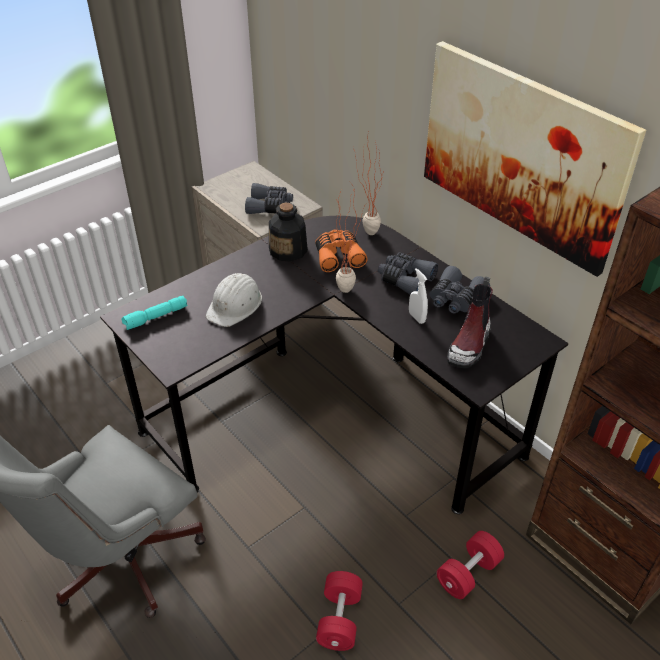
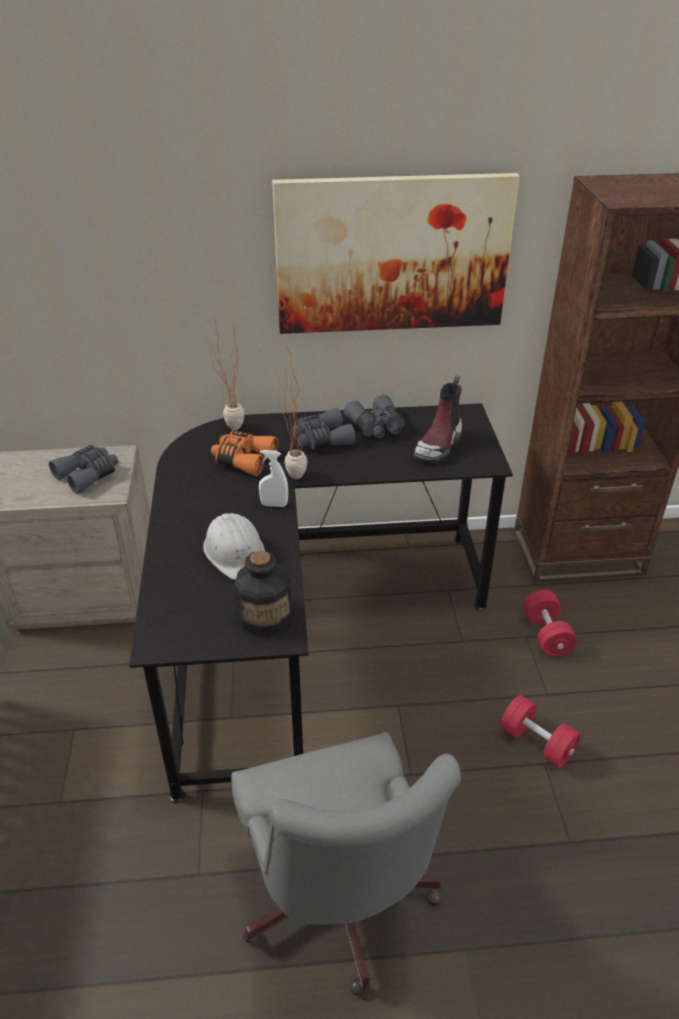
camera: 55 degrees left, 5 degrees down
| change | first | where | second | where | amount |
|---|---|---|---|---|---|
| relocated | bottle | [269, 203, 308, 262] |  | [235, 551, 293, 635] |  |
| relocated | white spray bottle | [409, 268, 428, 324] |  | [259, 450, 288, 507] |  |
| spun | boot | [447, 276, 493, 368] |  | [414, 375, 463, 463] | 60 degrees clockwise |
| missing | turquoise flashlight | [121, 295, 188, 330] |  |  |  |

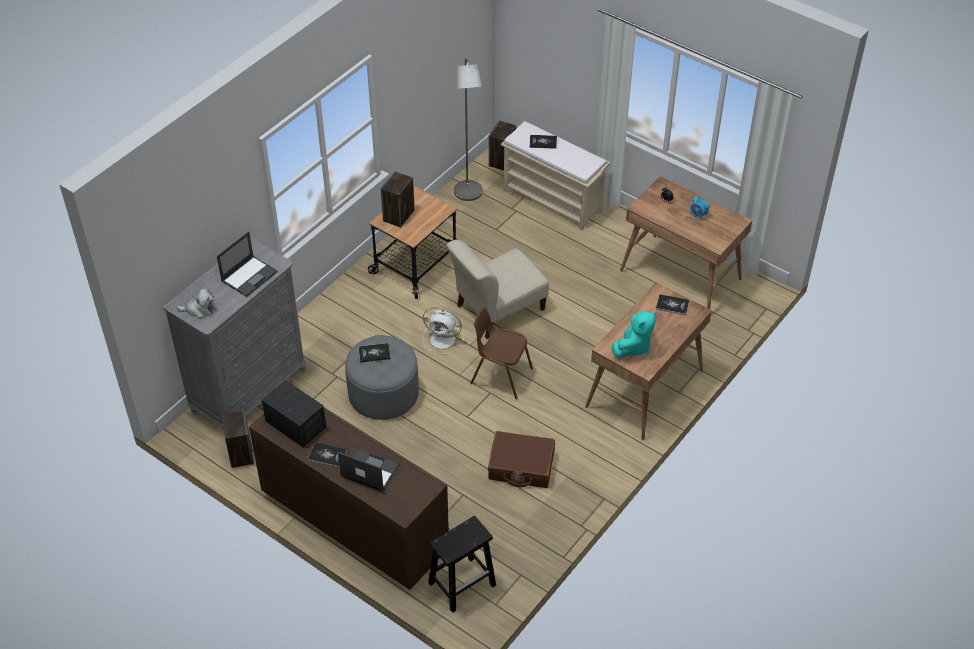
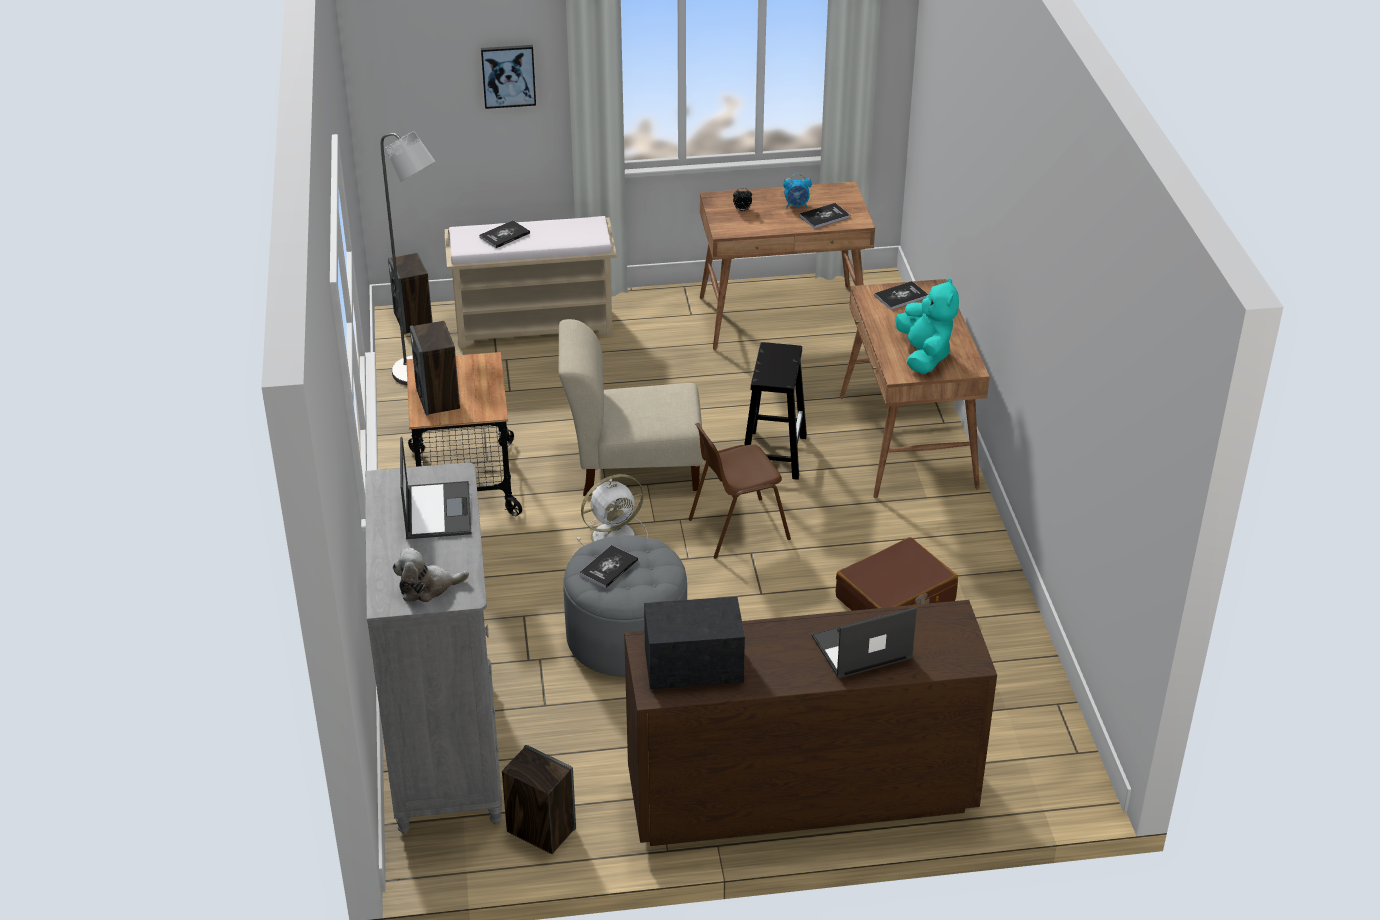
camera: 45 degrees left, 10 degrees down
| change | first | where | second | where | amount |
|---|---|---|---|---|---|
| spun | beige chair | [447, 240, 549, 339] |  | [559, 319, 703, 496] | 75 degrees clockwise |
| spun | plush toy | [176, 288, 214, 319] |  | [392, 548, 469, 602] | 150 degrees counterclockwise |
| relocated | book | [308, 443, 347, 468] |  | [799, 203, 850, 229] |  |
| relocated | black stool | [428, 516, 496, 613] |  | [744, 342, 807, 480] |  |
| appeared |  |  | picture | [481, 45, 536, 109] |  |

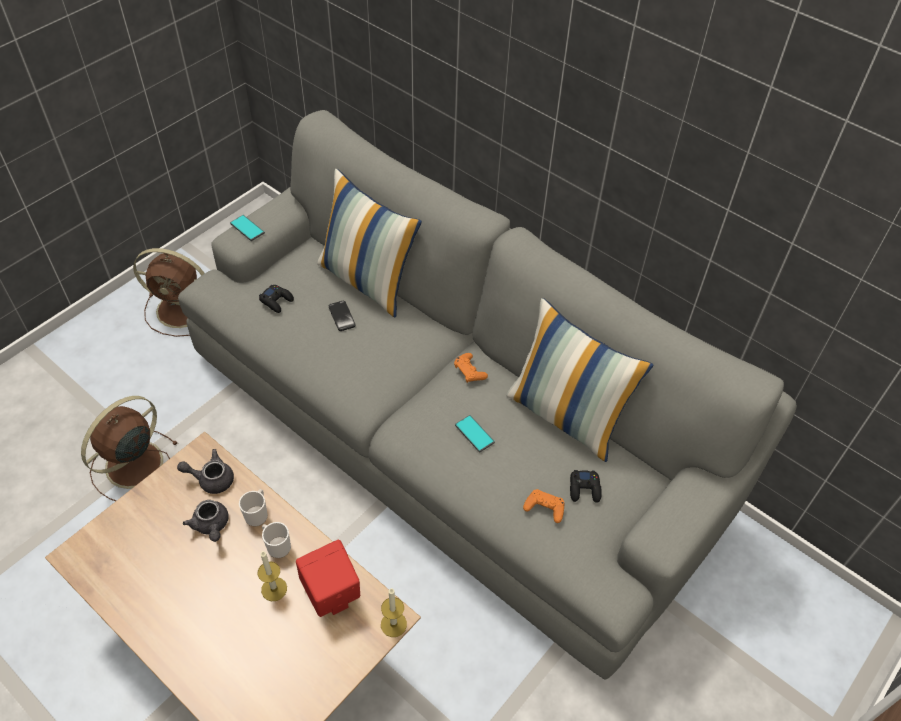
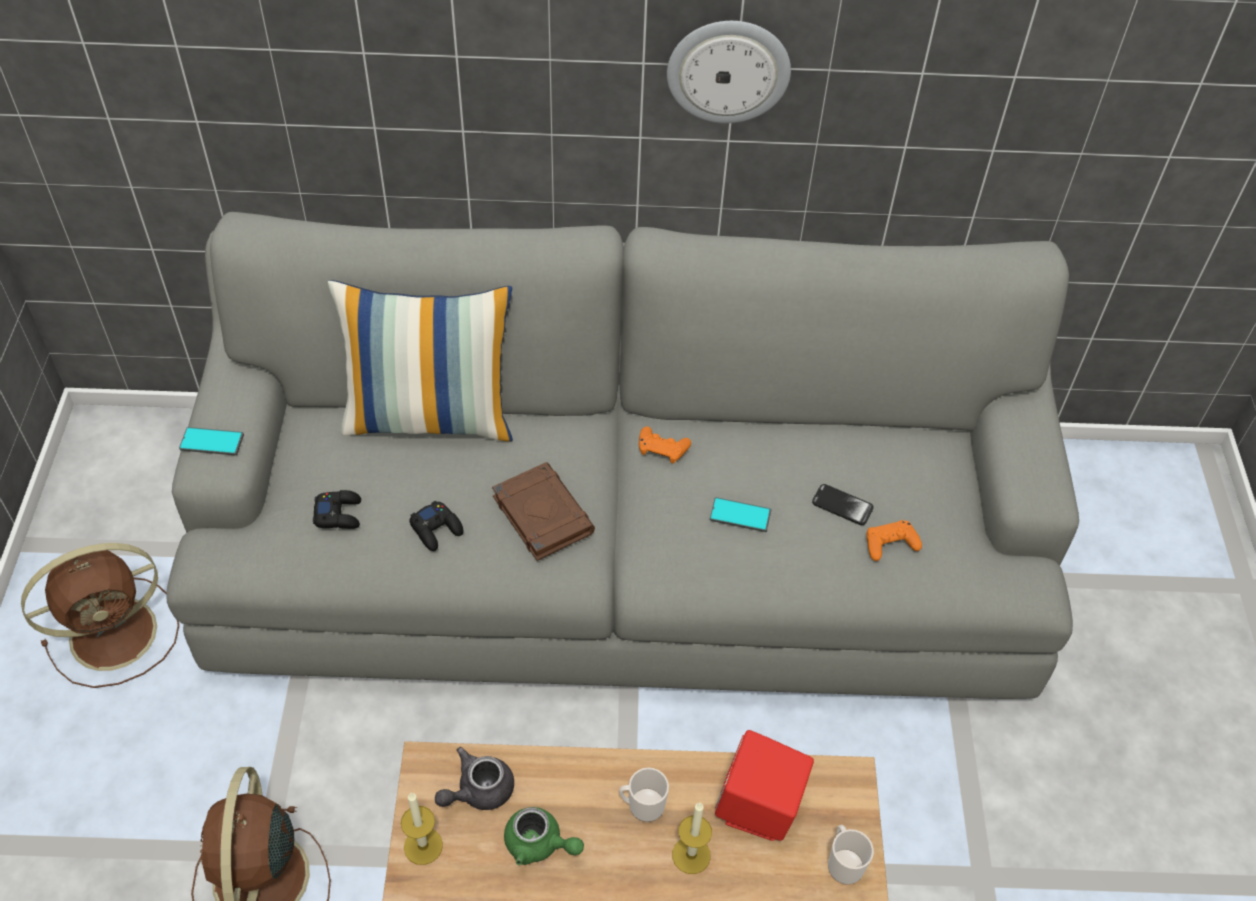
camera: 40 degrees left, 0 degrees up
| change | first | where | second | where | amount |
|---|---|---|---|---|---|
| missing | pillow | [506, 298, 654, 462] |  |  |  |
| relocated | phone | [329, 301, 356, 331] |  | [812, 484, 874, 525] |  |
| relocated | black game controller | [570, 470, 602, 503] |  | [410, 500, 463, 551] |  |
| relocated | mug | [239, 489, 268, 526] |  | [828, 825, 874, 885] |  |
| colour | grey teapot | [183, 500, 229, 542] | green teapot | [504, 807, 584, 865] |  |
| relocated | candle | [381, 588, 407, 637] |  | [401, 793, 443, 865] |  |
| appeared |  |  | wall clock | [667, 21, 791, 123] |  |
| appeared |  |  | brown book | [492, 462, 595, 561] |  |

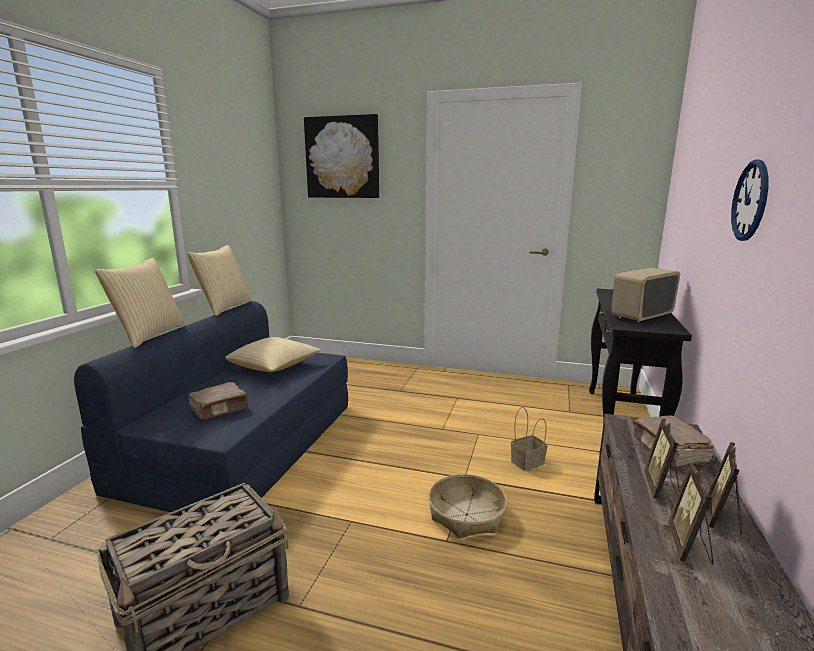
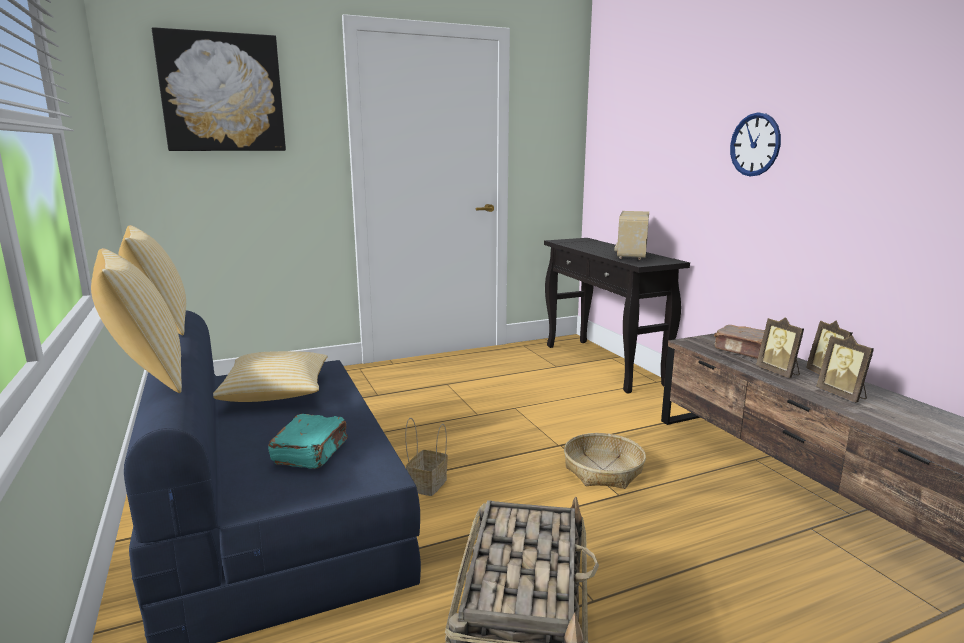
camera: 40 degrees left, 0 degrees up
| change | first | where | second | where | amount |
|---|---|---|---|---|---|
| colour | brown book | [188, 382, 249, 419] | turquoise book | [268, 414, 348, 469] |  |
| relocated | basket | [511, 407, 548, 471] |  | [405, 418, 448, 496] |  |

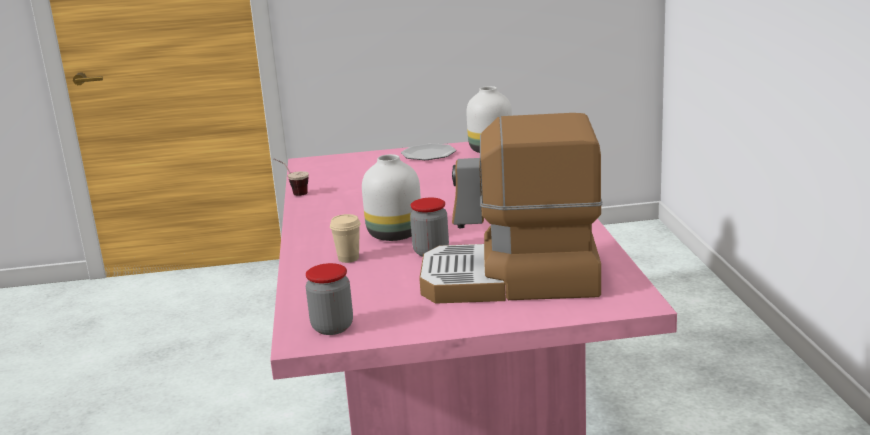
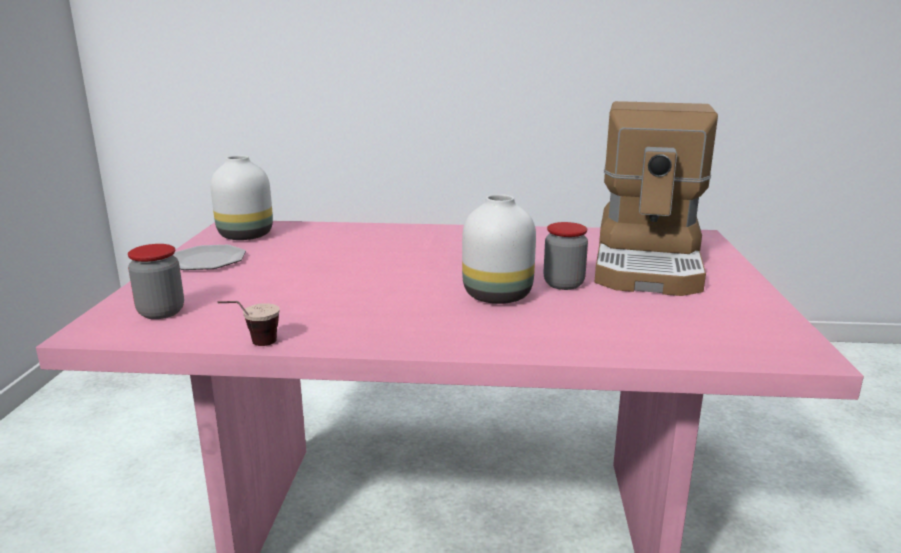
camera: 80 degrees left, 0 degrees up
| change | first | where | second | where | amount |
|---|---|---|---|---|---|
| missing | beige cup | [330, 214, 361, 263] |  |  |  |
| relocated | jar | [306, 263, 353, 335] |  | [128, 244, 184, 319] |  |

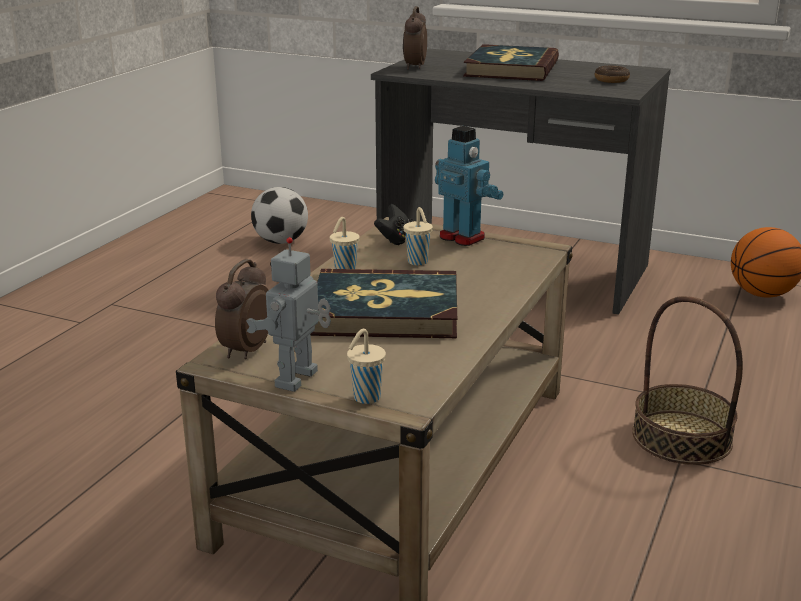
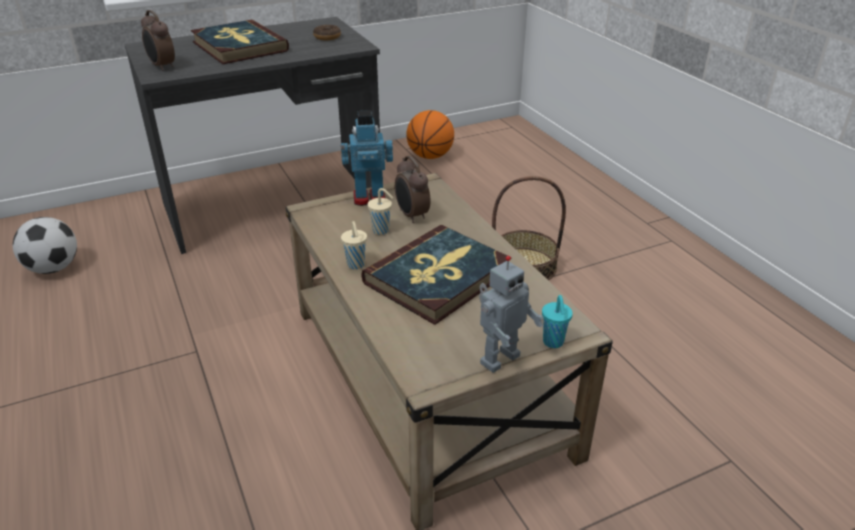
camera: 50 degrees left, 10 degrees up
| change | first | where | second | where | amount |
|---|---|---|---|---|---|
| missing | black game controller | [374, 204, 414, 245] |  |  |  |
| spun | toy robot | [246, 237, 331, 392] |  | [479, 256, 544, 373] | 105 degrees counterclockwise |
| relocated | alarm clock | [215, 259, 269, 359] |  | [395, 156, 431, 223] |  |
| colour | beige cup | [347, 329, 386, 404] | turquoise cup | [542, 295, 573, 348] |  |

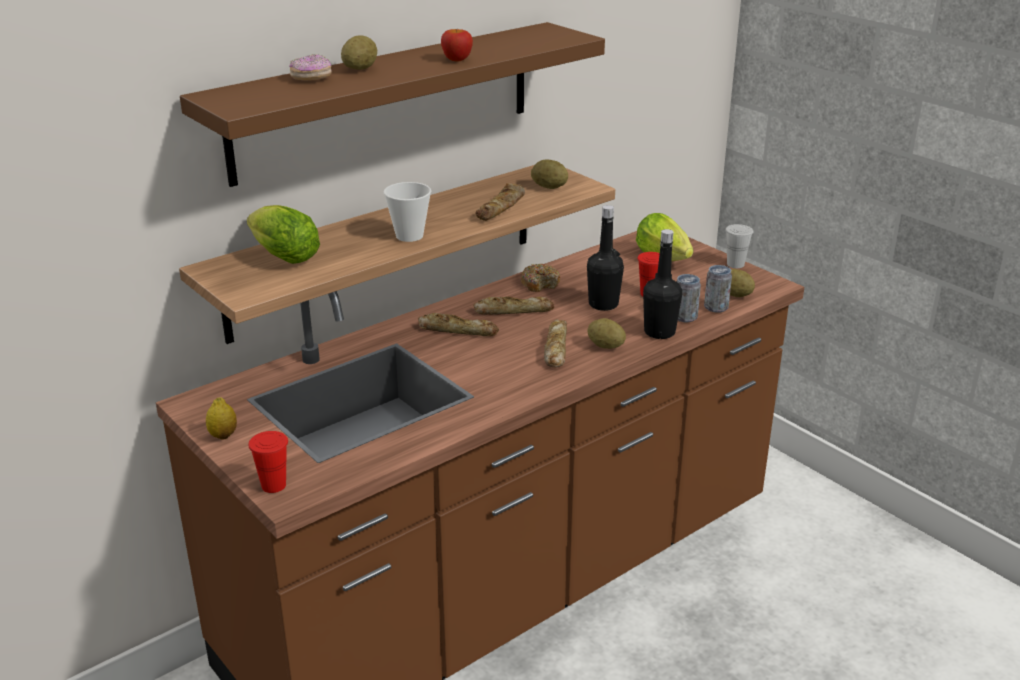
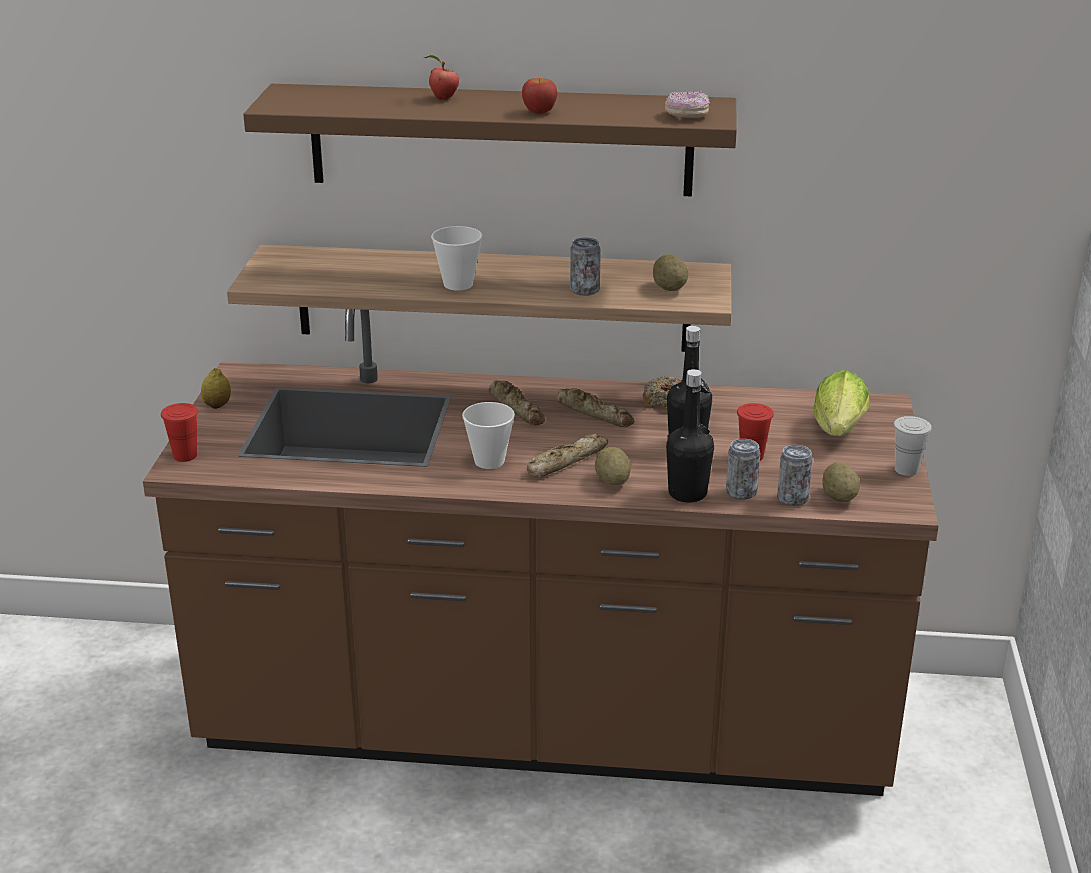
camera: 45 degrees right, 0 degrees up
| change | first | where | second | where | amount |
|---|---|---|---|---|---|
| exchanged | potato | [341, 35, 377, 70] | apple | [424, 55, 459, 100] |  |
| relocated | donut | [289, 54, 332, 81] |  | [665, 91, 710, 118] |  |
| exchanged | bread | [475, 183, 525, 221] | can | [570, 237, 601, 296] |  |
| missing | lettuce | [247, 205, 320, 264] |  |  |  |
| appeared |  |  | cup | [462, 402, 515, 469] |  |

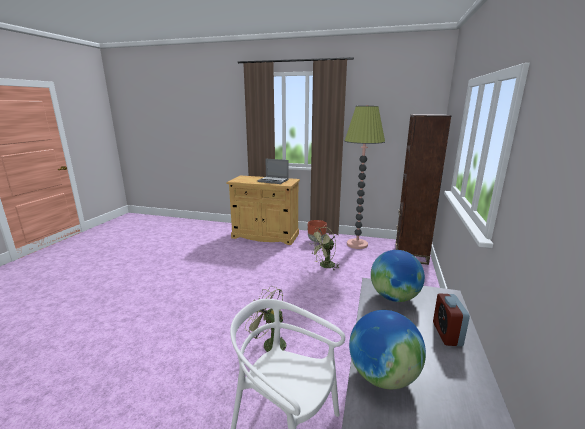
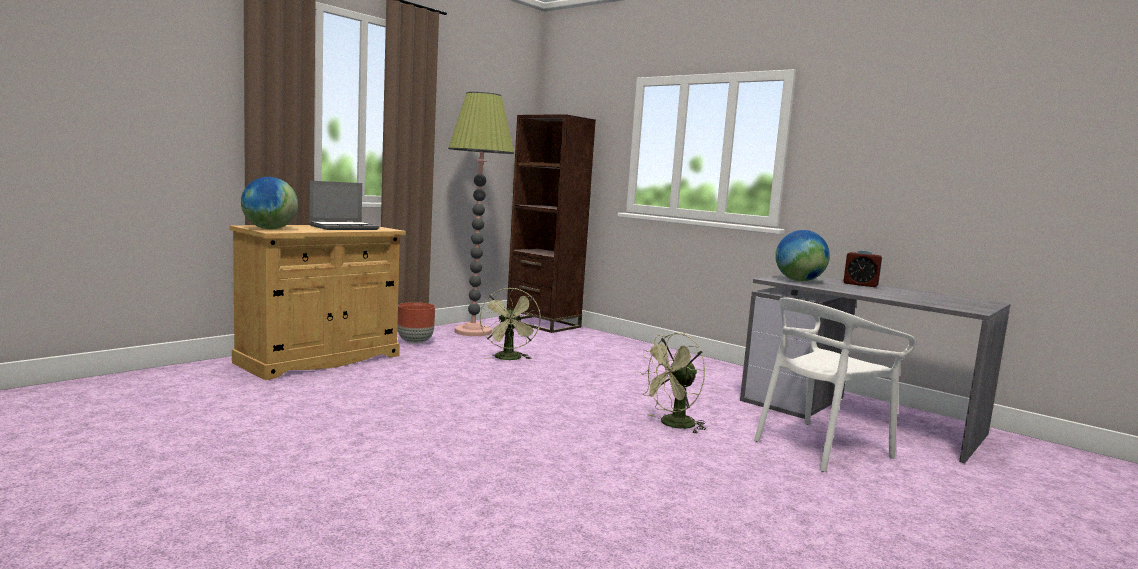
camera: 65 degrees left, 10 degrees down
| change | first | where | second | where | amount |
|---|---|---|---|---|---|
| relocated | globe | [349, 310, 426, 389] |  | [241, 177, 298, 229] |  |

